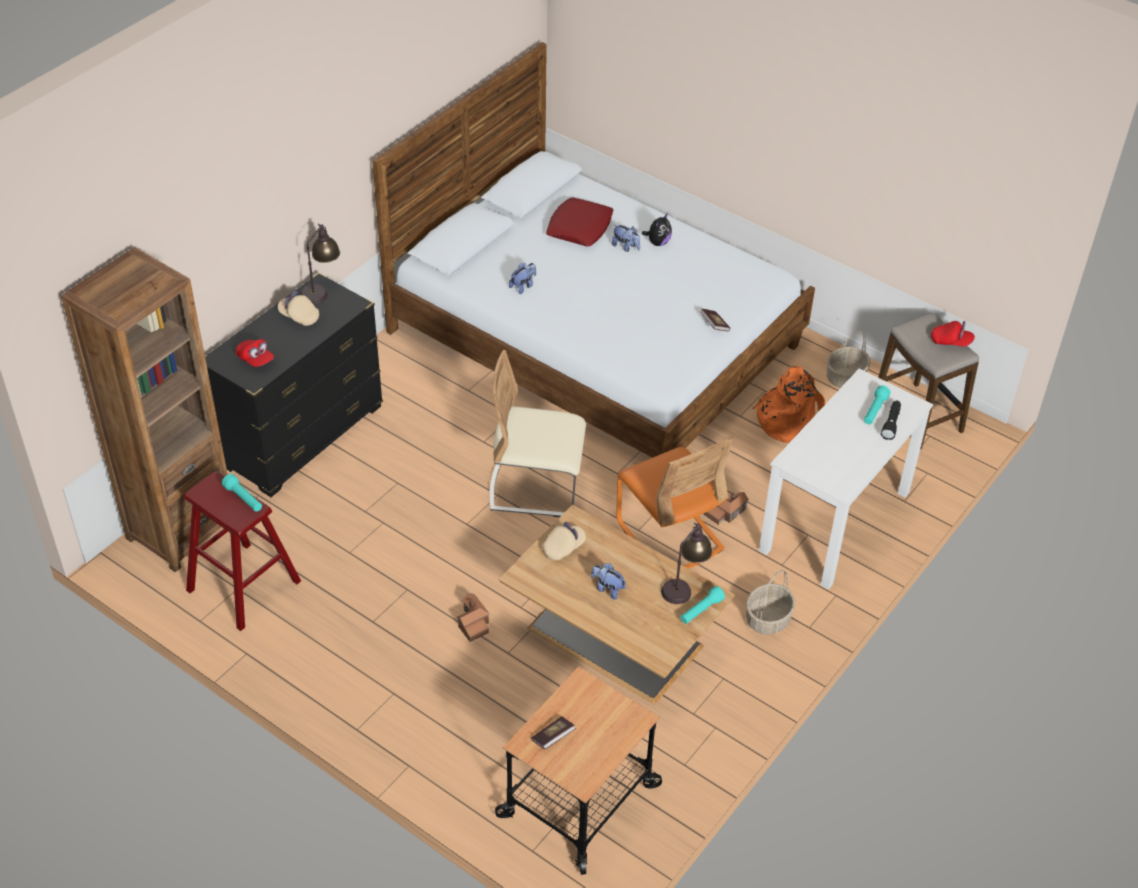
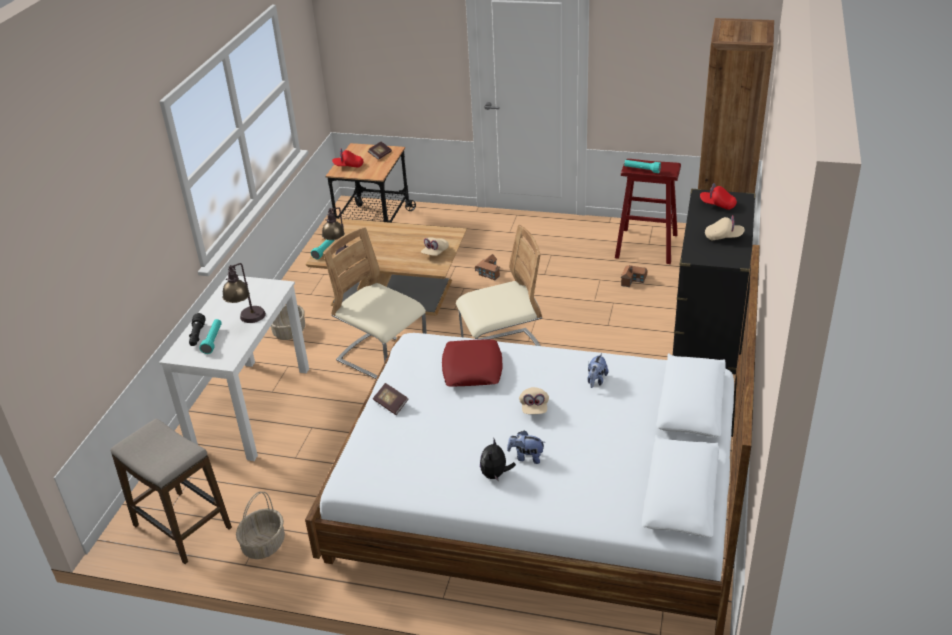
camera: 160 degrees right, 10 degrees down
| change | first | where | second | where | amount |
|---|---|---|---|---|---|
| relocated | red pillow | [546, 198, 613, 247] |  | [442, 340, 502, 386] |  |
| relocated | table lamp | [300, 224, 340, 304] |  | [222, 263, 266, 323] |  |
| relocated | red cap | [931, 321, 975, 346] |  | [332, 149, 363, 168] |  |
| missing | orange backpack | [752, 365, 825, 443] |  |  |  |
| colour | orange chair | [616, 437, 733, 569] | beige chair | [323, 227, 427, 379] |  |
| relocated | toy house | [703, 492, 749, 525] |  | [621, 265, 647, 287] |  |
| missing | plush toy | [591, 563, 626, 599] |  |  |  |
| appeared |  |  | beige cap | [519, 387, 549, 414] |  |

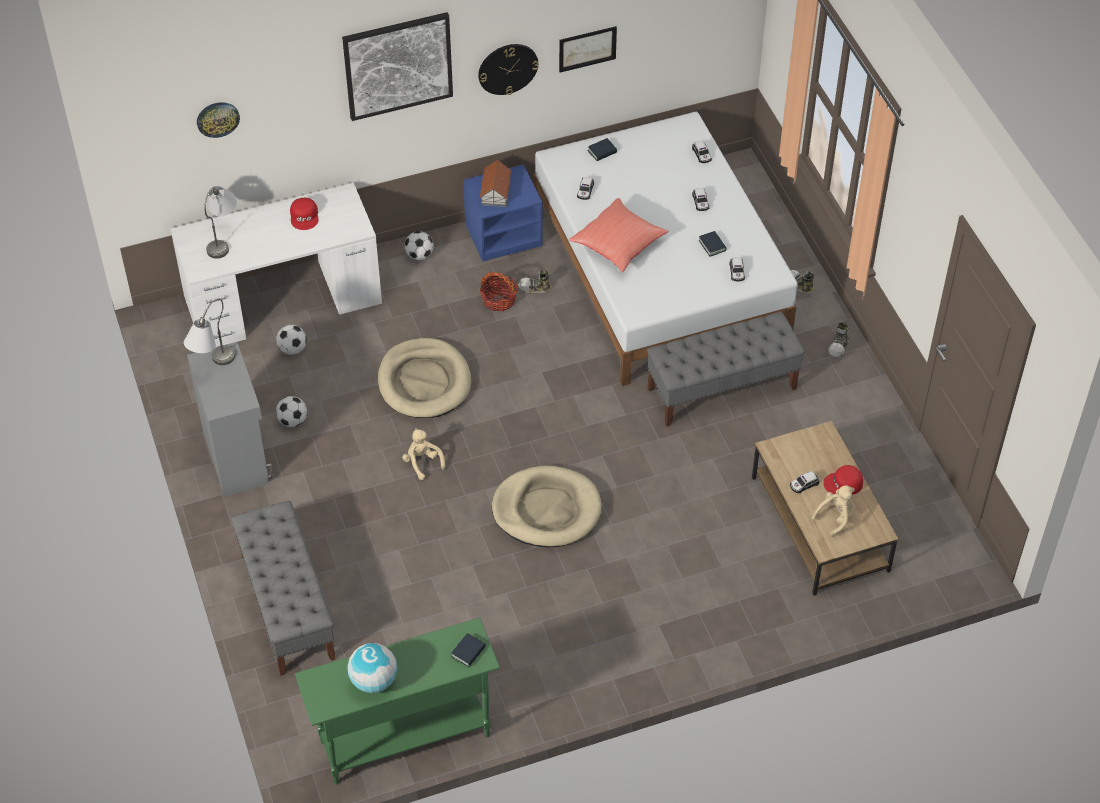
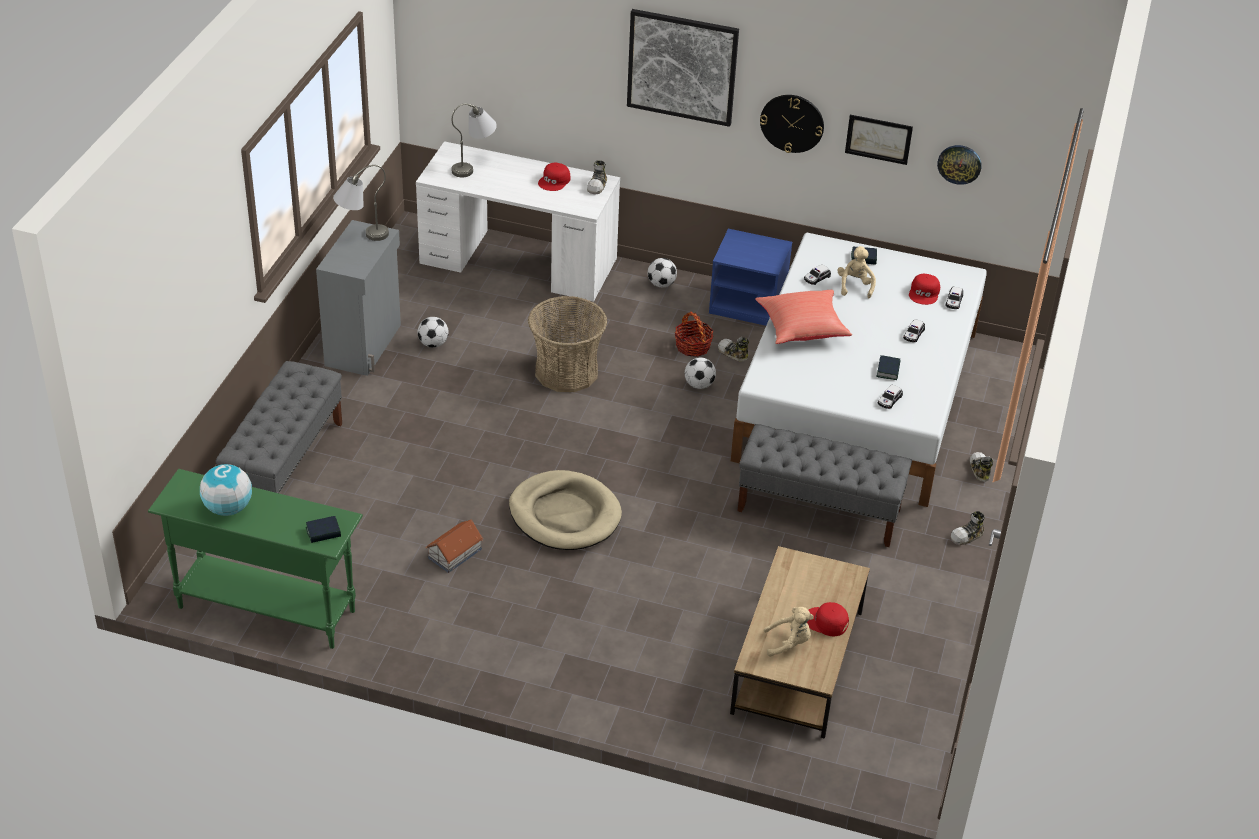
camera: 35 degrees right, 10 degrees down
| change | first | where | second | where | amount |
|---|---|---|---|---|---|
| relocated | wall clock | [197, 102, 240, 138] |  | [937, 145, 982, 185] |  |
| relocated | toy house | [479, 160, 512, 207] |  | [425, 520, 483, 573] |  |
| relocated | football | [276, 325, 307, 355] |  | [685, 357, 716, 389] |  |
| exchanged | beige dog bed | [378, 338, 471, 418] | basket | [528, 296, 608, 392] |  |
| relocated | beige plush toy | [402, 428, 446, 480] |  | [837, 246, 876, 298] |  |
| missing | toy car | [790, 471, 819, 493] |  |  |  |
| appeared |  |  | shoe | [587, 161, 607, 194] |  |
| appeared |  |  | red cap | [909, 274, 940, 305] |  |

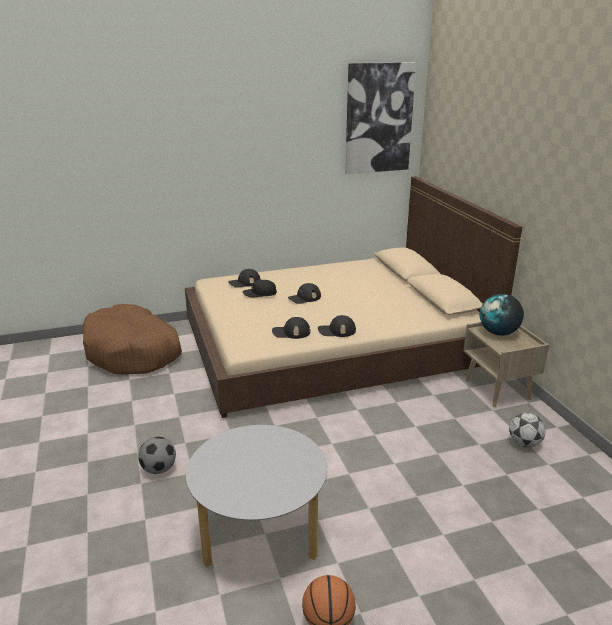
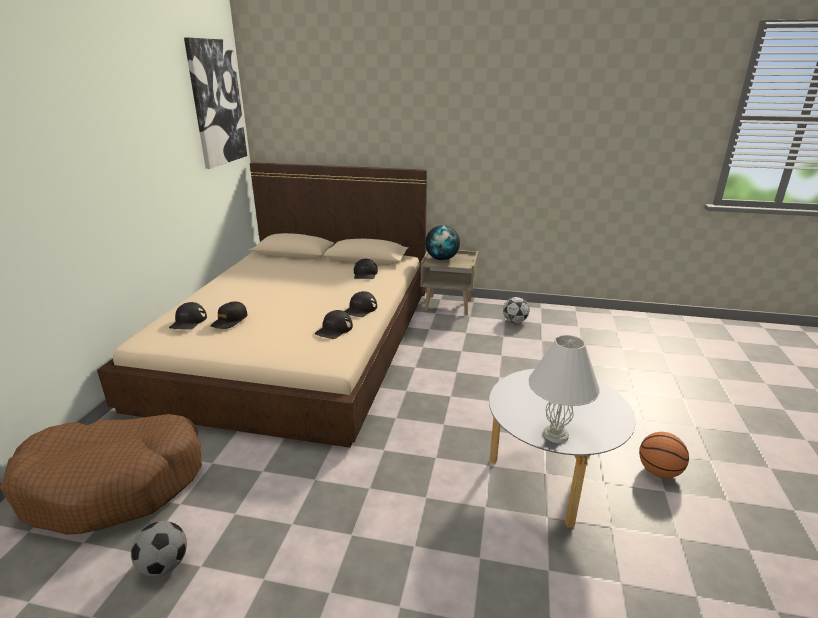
camera: 60 degrees left, 0 degrees up
| change | first | where | second | where | amount |
|---|---|---|---|---|---|
| relocated | black cap | [288, 283, 321, 304] |  | [354, 259, 378, 279] |  |
| relocated | football | [138, 437, 176, 474] |  | [131, 521, 187, 577] |  |
| appeared |  |  | white table lamp | [528, 335, 600, 443] |  |

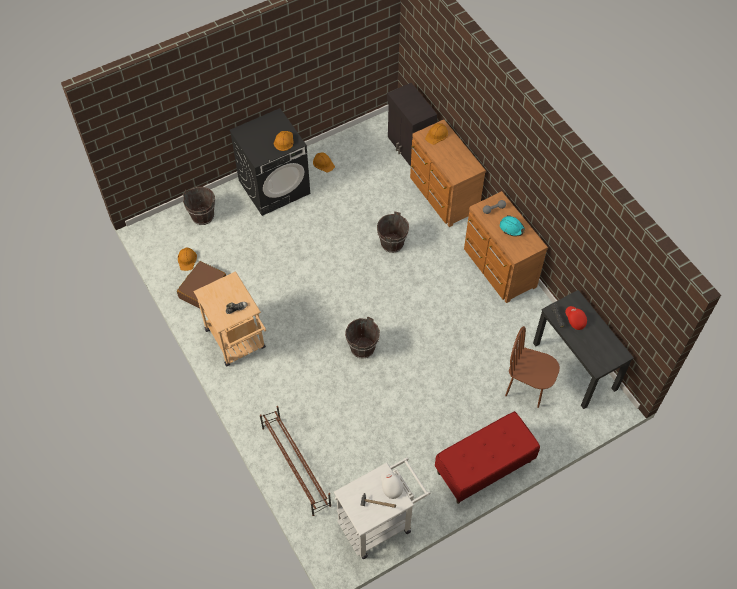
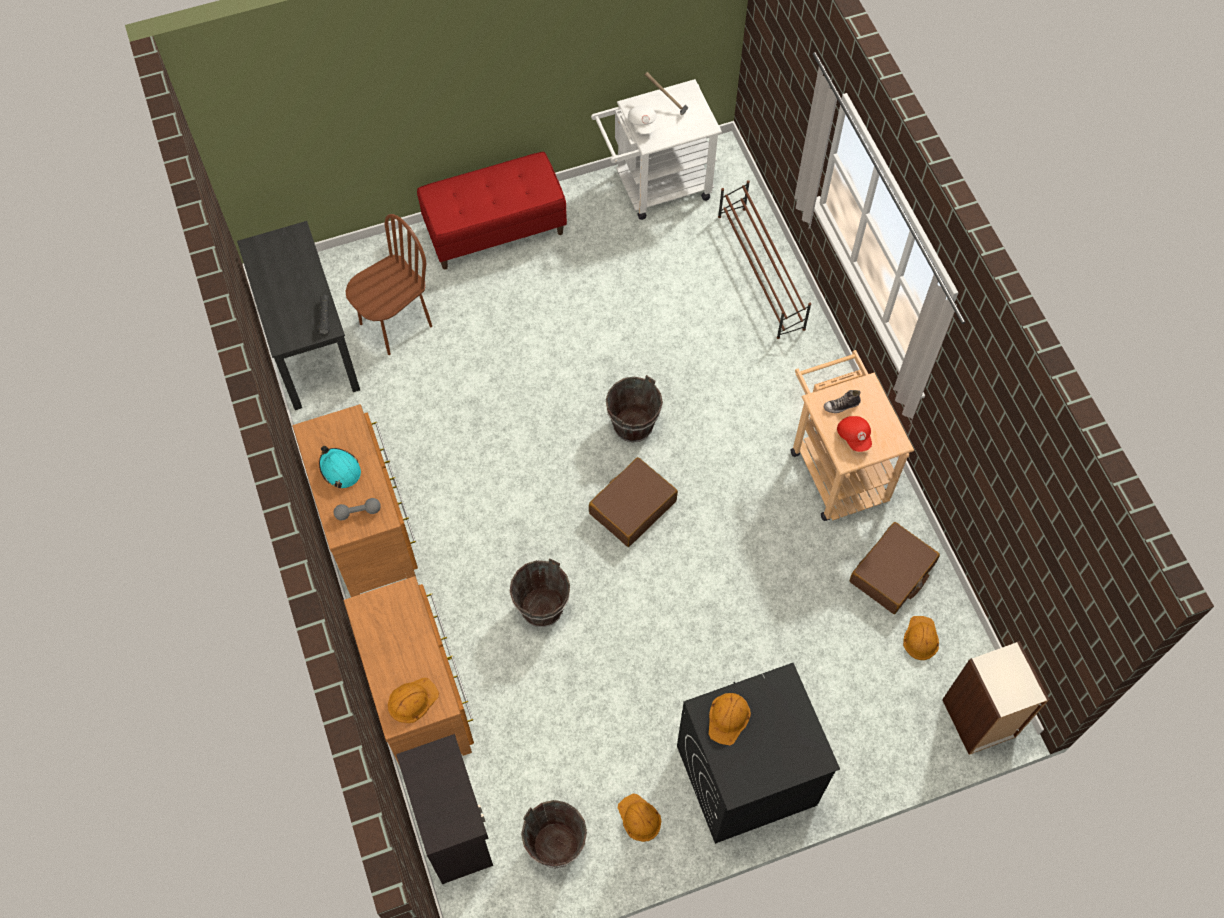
camera: 170 degrees left, 5 degrees up
| change | first | where | second | where | amount |
|---|---|---|---|---|---|
| relocated | brown bucket | [183, 187, 215, 225] |  | [521, 800, 587, 869] |  |
| relocated | red cap | [565, 306, 587, 330] |  | [837, 416, 872, 452] |  |
| spun | brown chair | [505, 326, 560, 408] |  | [345, 214, 432, 355] | 75 degrees counterclockwise |
| appeared |  |  | brown suitcase | [589, 457, 678, 547] |  |
| appeared |  |  | bookcase | [942, 641, 1050, 755] |  |

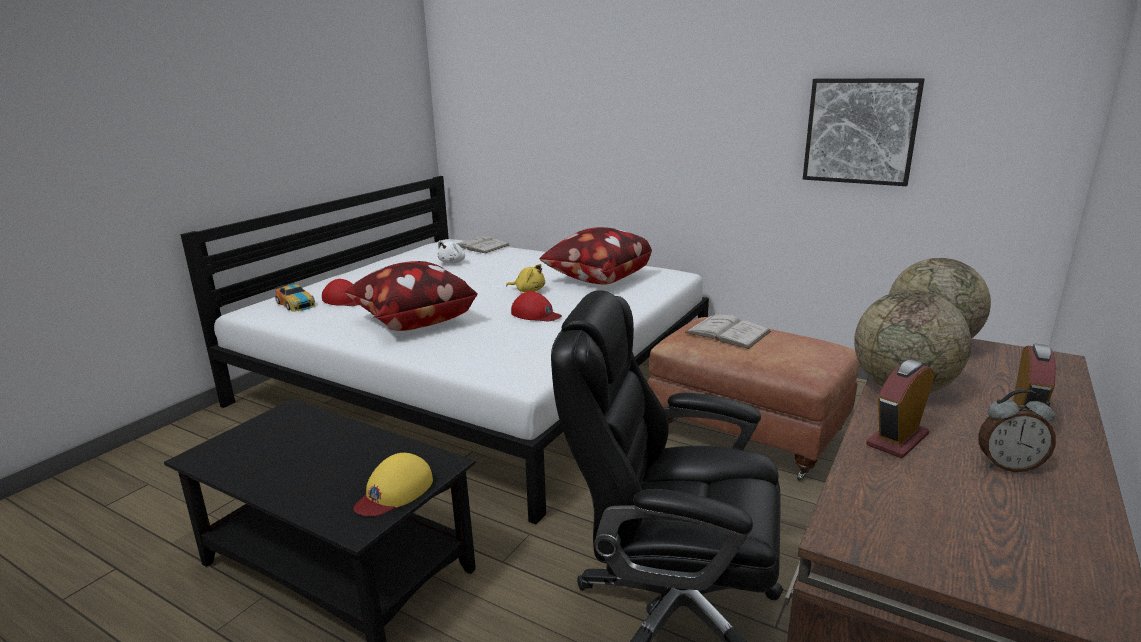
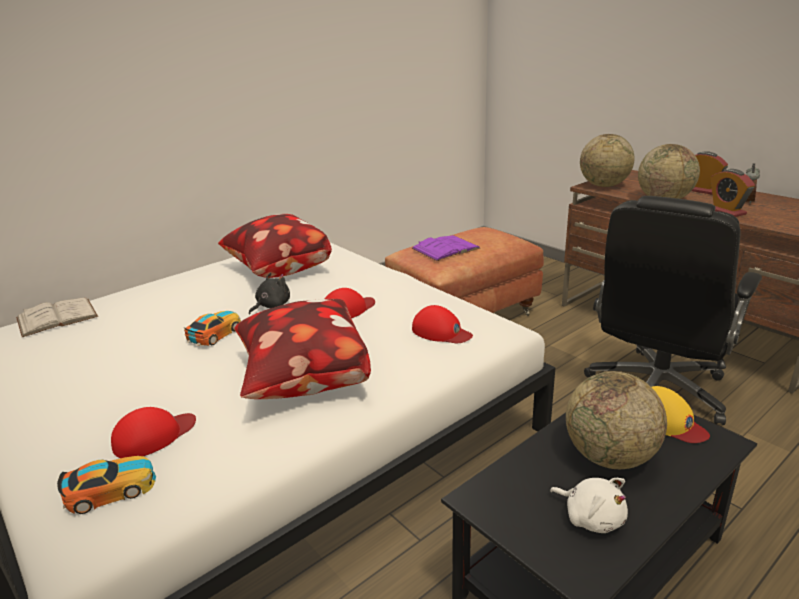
camera: 70 degrees left, 5 degrees up
| change | first | where | second | where | amount |
|---|---|---|---|---|---|
| missing | picture | [803, 78, 925, 186] |  |  |  |
| relocated | white plush toy | [438, 240, 465, 264] |  | [550, 478, 628, 533] |  |
| colour | yellow plush toy | [506, 264, 545, 292] | black plush toy | [249, 272, 290, 315] |  |
| colour | white book | [685, 313, 771, 349] | purple book | [412, 235, 480, 261] |  |
| appeared |  |  | red cap | [412, 305, 473, 343] |  |
| appeared |  |  | toy car | [184, 311, 241, 346] |  |
| appeared |  |  | globe | [566, 372, 667, 469] |  |

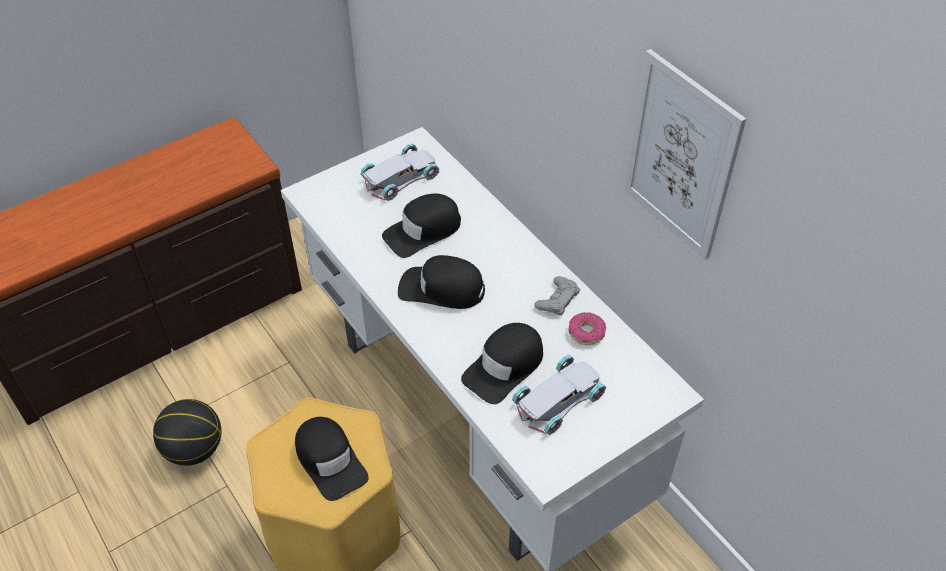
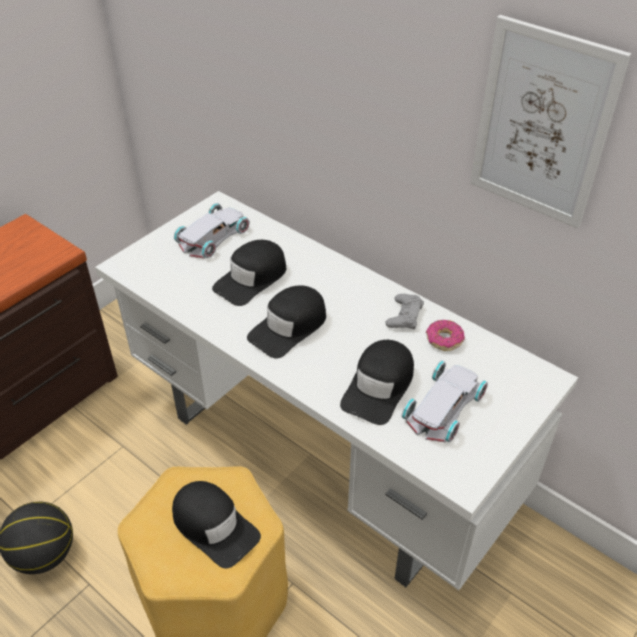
camera: 15 degrees left, 5 degrees down
| change | first | where | second | where | amount |
|---|---|---|---|---|---|
| spun | black cap | [398, 255, 485, 309] |  | [247, 285, 326, 358] | 45 degrees counterclockwise |

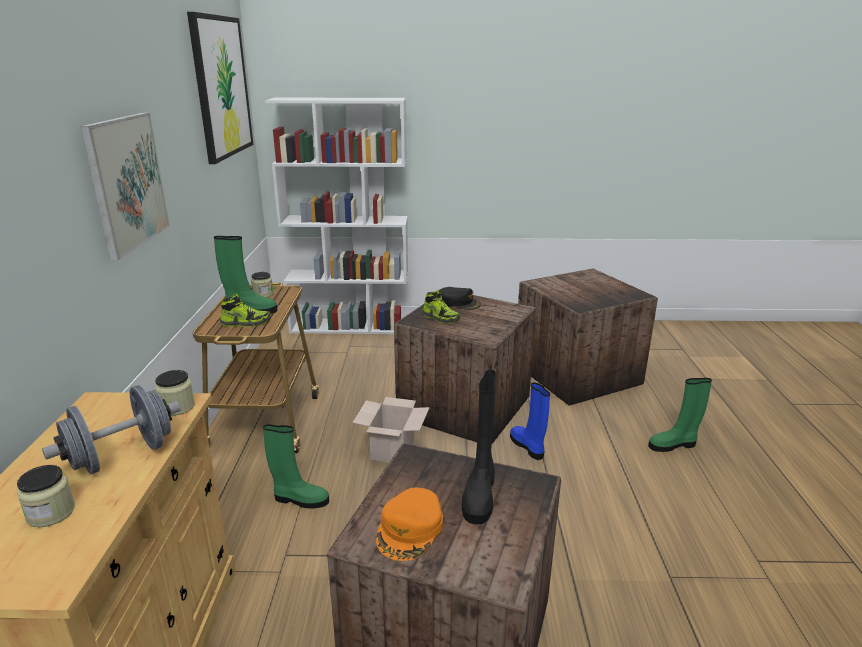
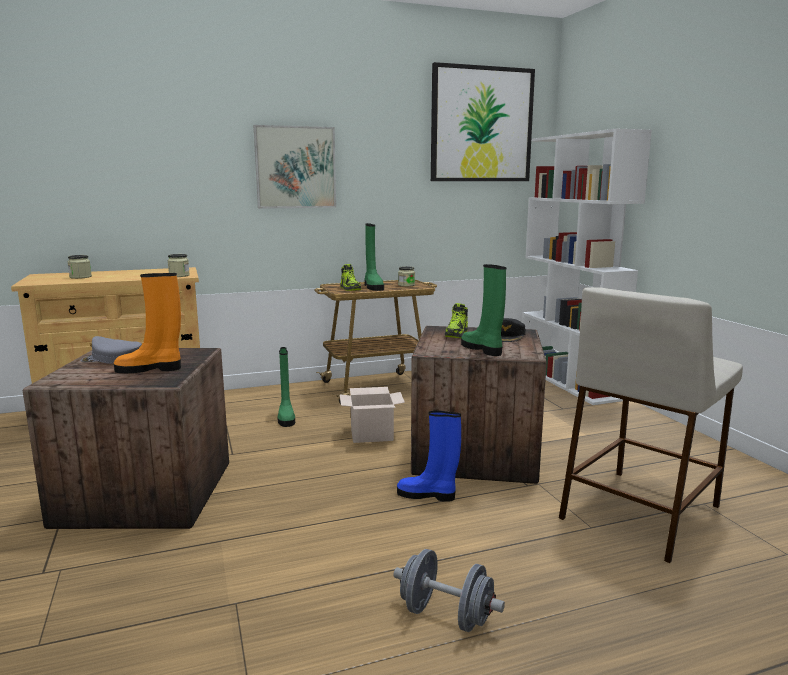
camera: 70 degrees right, 10 degrees down
| change | first | where | second | where | amount |
|---|---|---|---|---|---|
| exchanged | crate | [518, 269, 658, 406] | beige stool | [559, 287, 743, 563] |  |
| colour | black boot | [462, 370, 496, 524] | orange boot | [114, 273, 181, 373] |  |
| relocated | green boot | [648, 378, 712, 452] |  | [461, 264, 506, 356] |  |
| spun | blue boot | [510, 382, 550, 460] |  | [397, 411, 461, 502] | 120 degrees counterclockwise |
| relocated | grey dumbbell | [42, 385, 180, 474] |  | [394, 549, 505, 632] |  |
| colour | orange cap | [376, 488, 443, 561] | grey cap | [81, 336, 142, 364] |  |

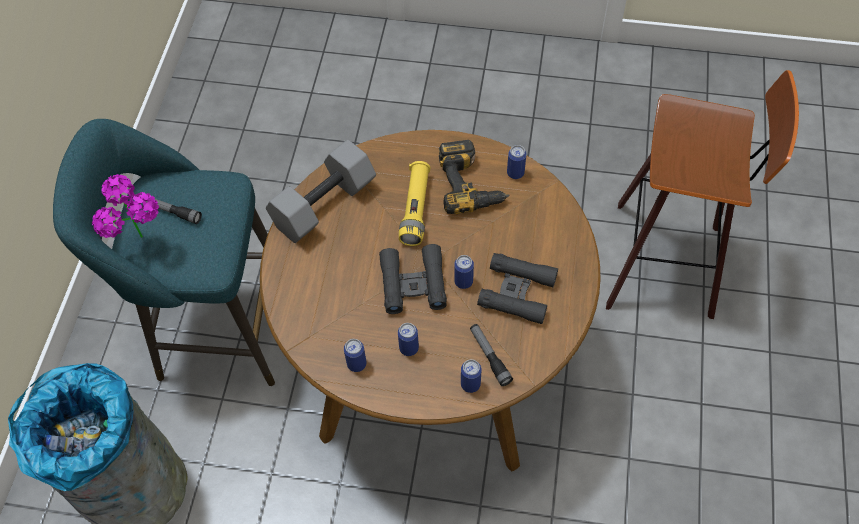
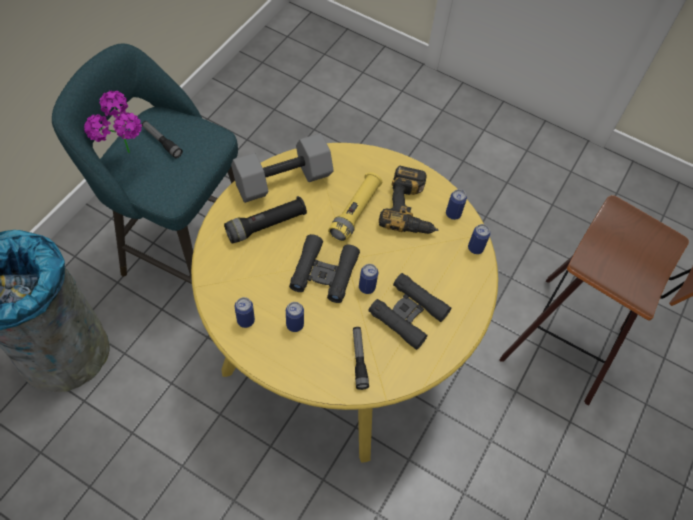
camera: 15 degrees right, 0 degrees up
| change | first | where | second | where | amount |
|---|---|---|---|---|---|
| colour | brown dining table | [260, 130, 601, 471] | yellow dining table | [191, 143, 498, 463] |  |
| relocated | can | [461, 359, 482, 393] |  | [468, 224, 490, 254] |  |
| appeared |  |  | black flashlight | [224, 196, 307, 243] |  |

